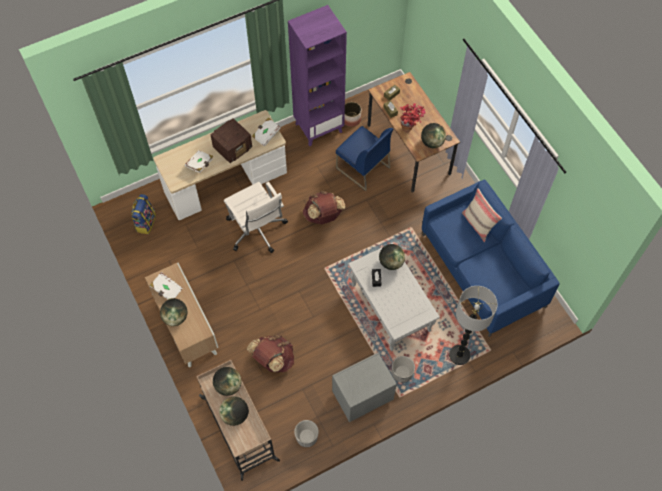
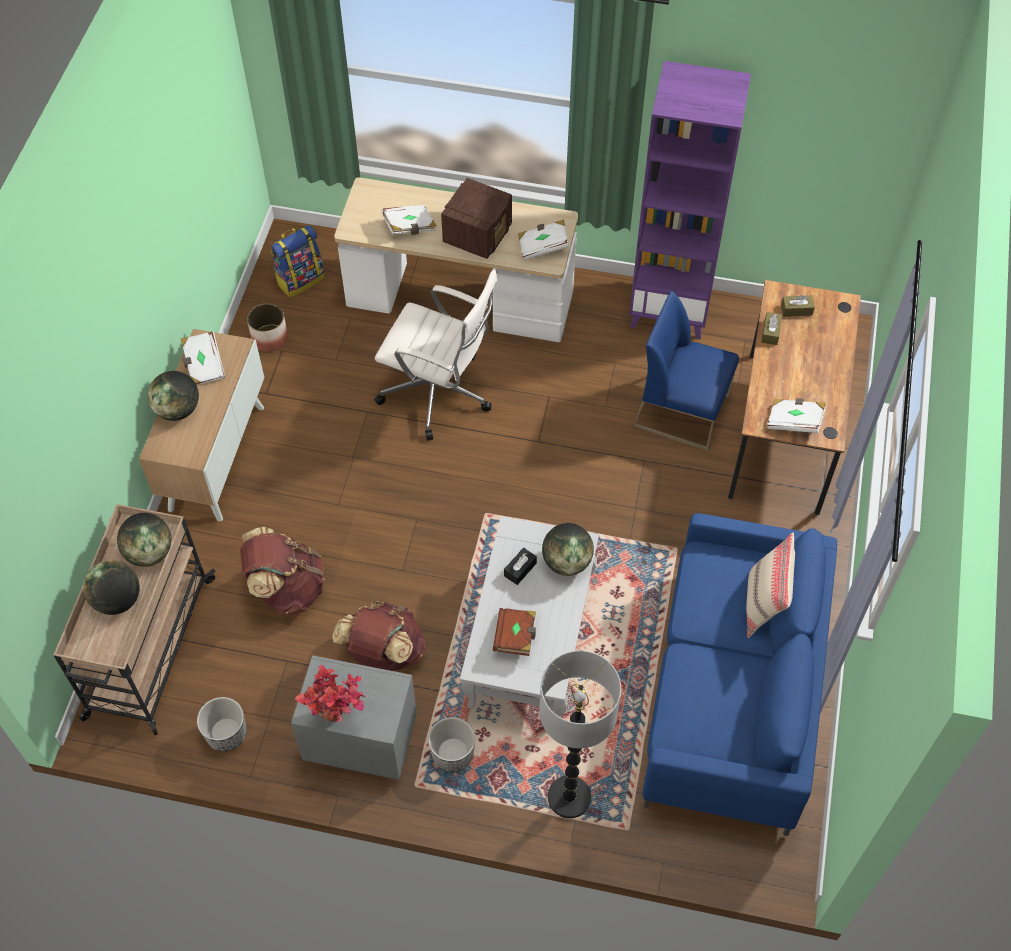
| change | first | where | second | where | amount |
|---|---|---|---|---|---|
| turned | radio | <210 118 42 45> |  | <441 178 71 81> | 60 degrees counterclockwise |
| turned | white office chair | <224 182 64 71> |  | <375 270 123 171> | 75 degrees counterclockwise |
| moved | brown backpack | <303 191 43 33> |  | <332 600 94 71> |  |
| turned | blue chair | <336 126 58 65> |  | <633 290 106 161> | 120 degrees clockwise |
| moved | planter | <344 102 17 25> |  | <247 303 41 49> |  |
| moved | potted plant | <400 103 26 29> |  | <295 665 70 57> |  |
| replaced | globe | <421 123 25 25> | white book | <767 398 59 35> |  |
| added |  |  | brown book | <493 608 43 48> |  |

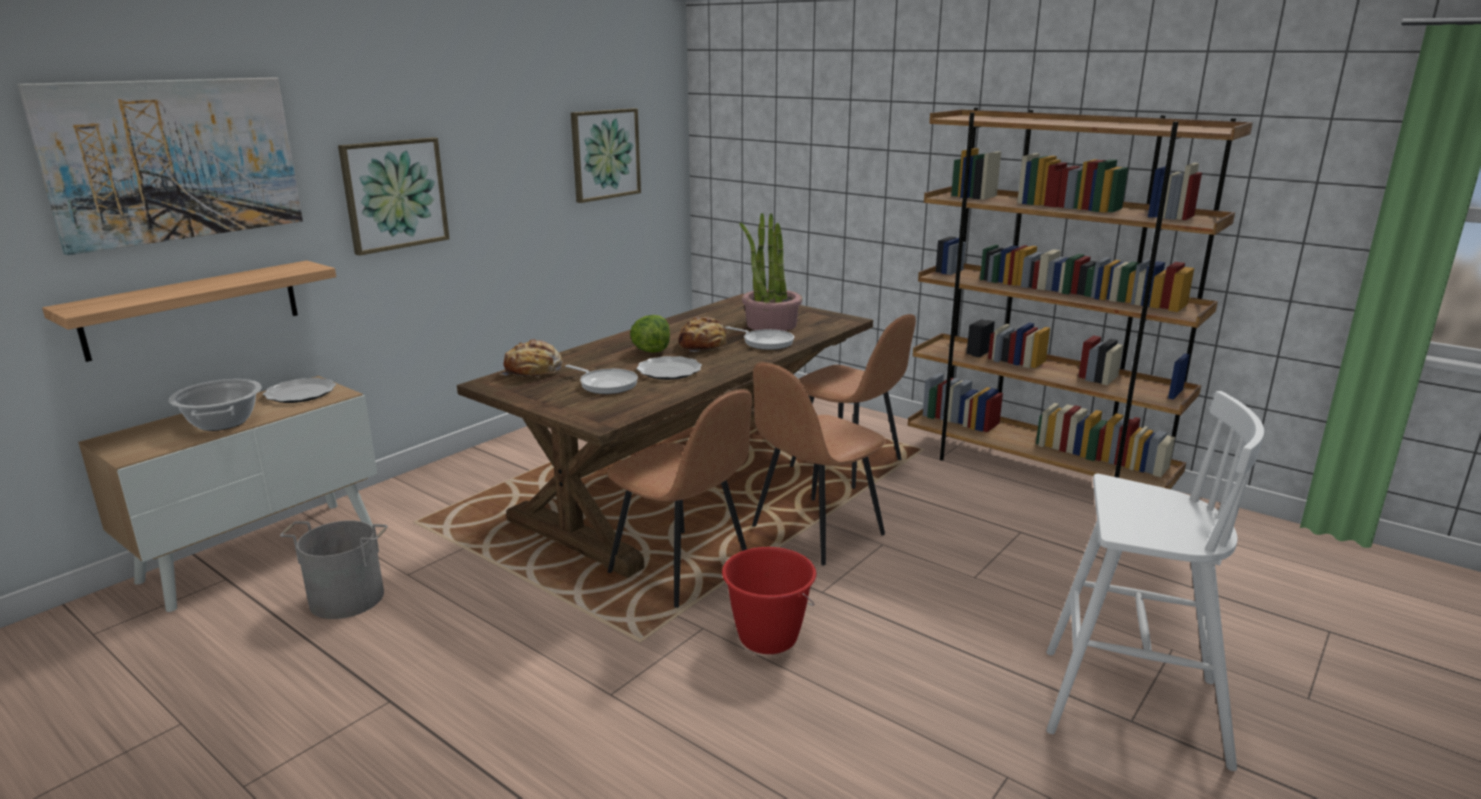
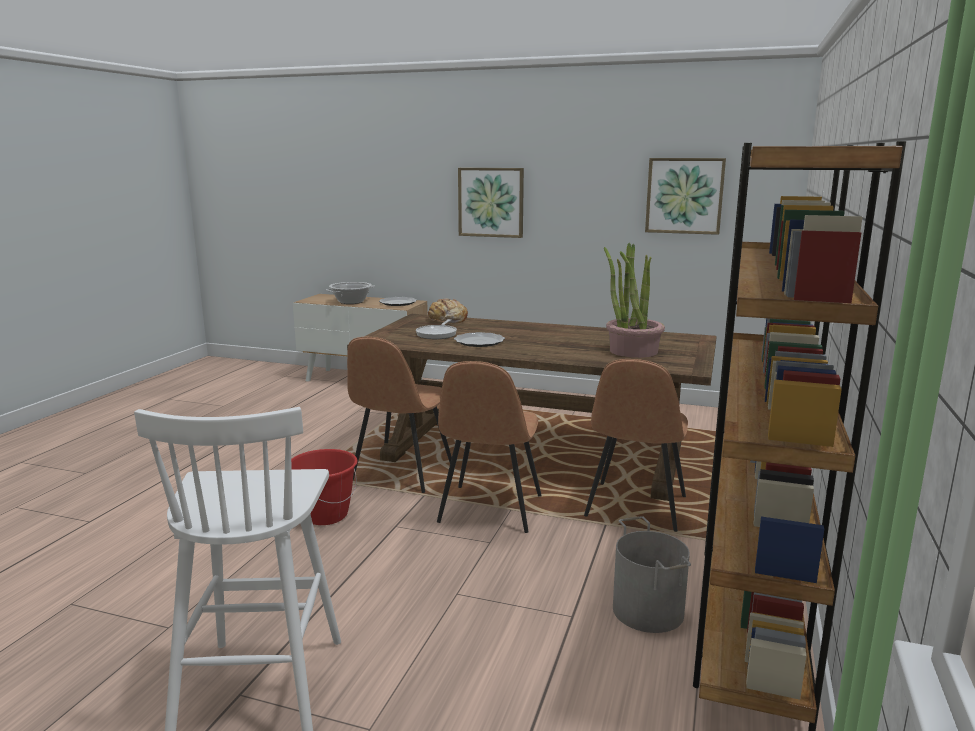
| change | first | where | second | where | amount |
|---|---|---|---|---|---|
| removed | picture | <18 77 285 178> |  |  |  |
| removed | shelf | <42 260 294 102> |  |  |  |
| moved | grey bucket | <280 520 108 99> |  | <613 516 78 117> |  |
| removed | lettuce | <630 315 40 38> |  |  |  |
| removed | bread | <679 317 48 35> |  |  |  |
| removed | frying pan | <725 326 69 24> |  |  |  |
| turned | brown chair | <752 362 134 203> |  | <437 361 105 172> | 105 degrees counterclockwise |

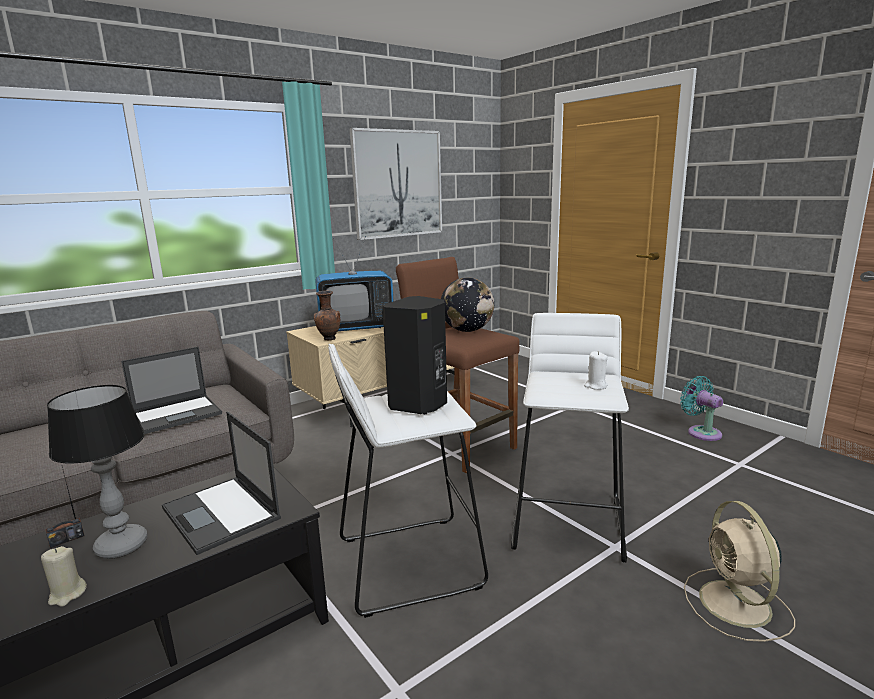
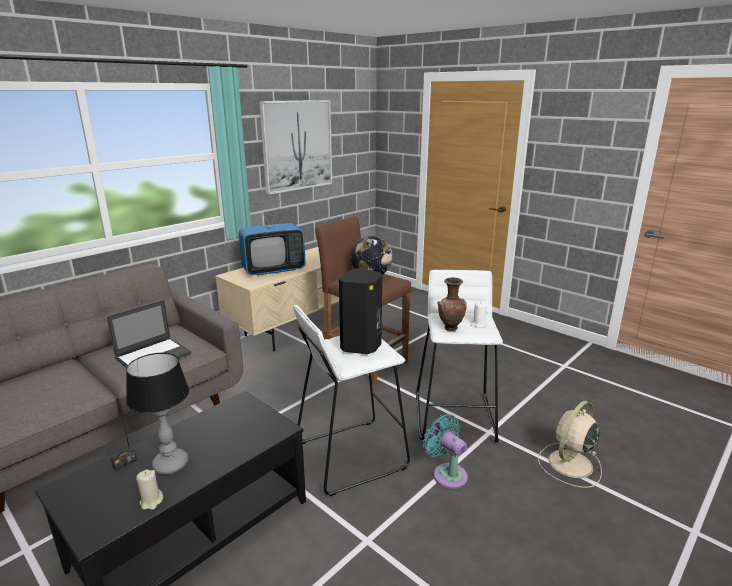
| change | first | where | second | where | amount |
|---|---|---|---|---|---|
| removed | laptop | <162 412 119 143> |  |  |  |
| moved | brown vase | <314 291 26 49> |  | <437 277 30 54> |  |
| moved | turquoise fan | <680 376 43 65> |  | <423 414 45 75> |  |
| turned | beige fan | <684 501 111 141> |  | <538 401 64 87> | 60 degrees clockwise |

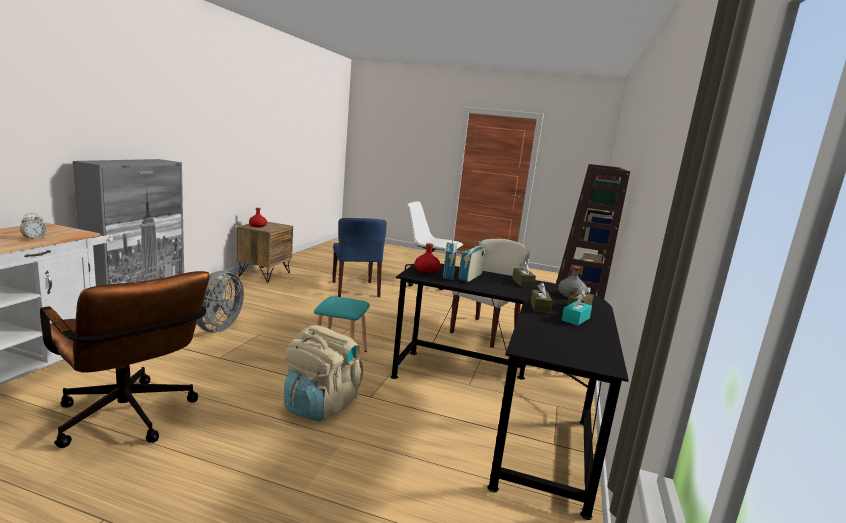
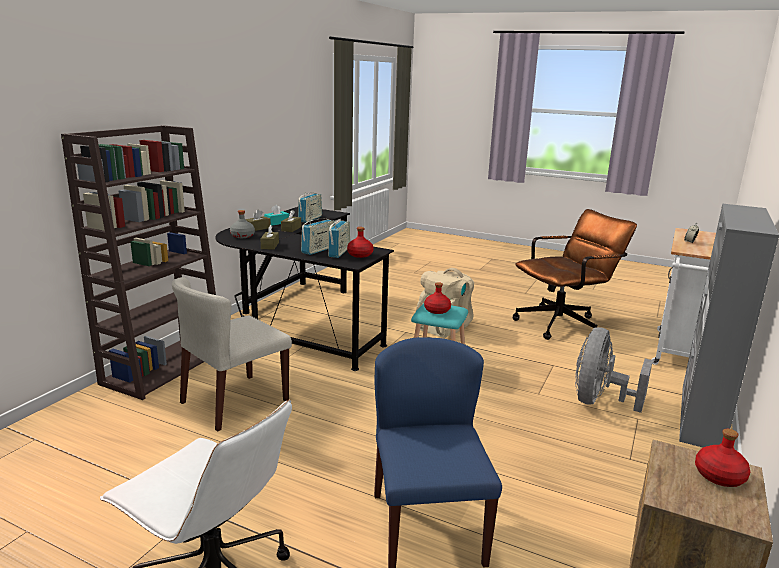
| change | first | where | second | where | amount |
|---|---|---|---|---|---|
| turned | brown office chair | <40 271 170 177> |  | <513 209 124 131> | 105 degrees clockwise |
| added |  |  | radio | <298 192 24 31> |  |
| added |  |  | red bottle | <424 282 27 32> |  |

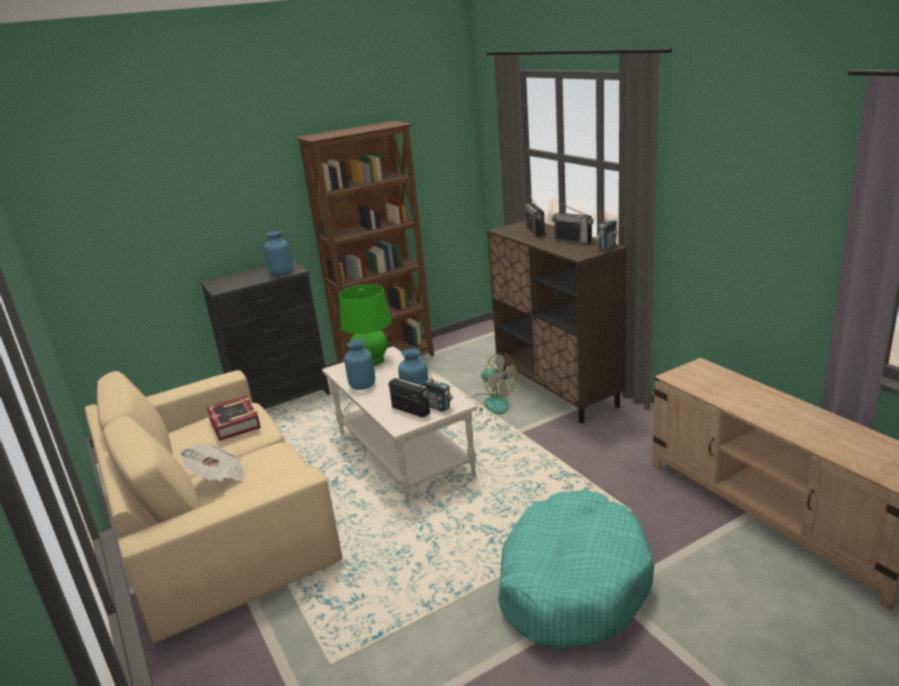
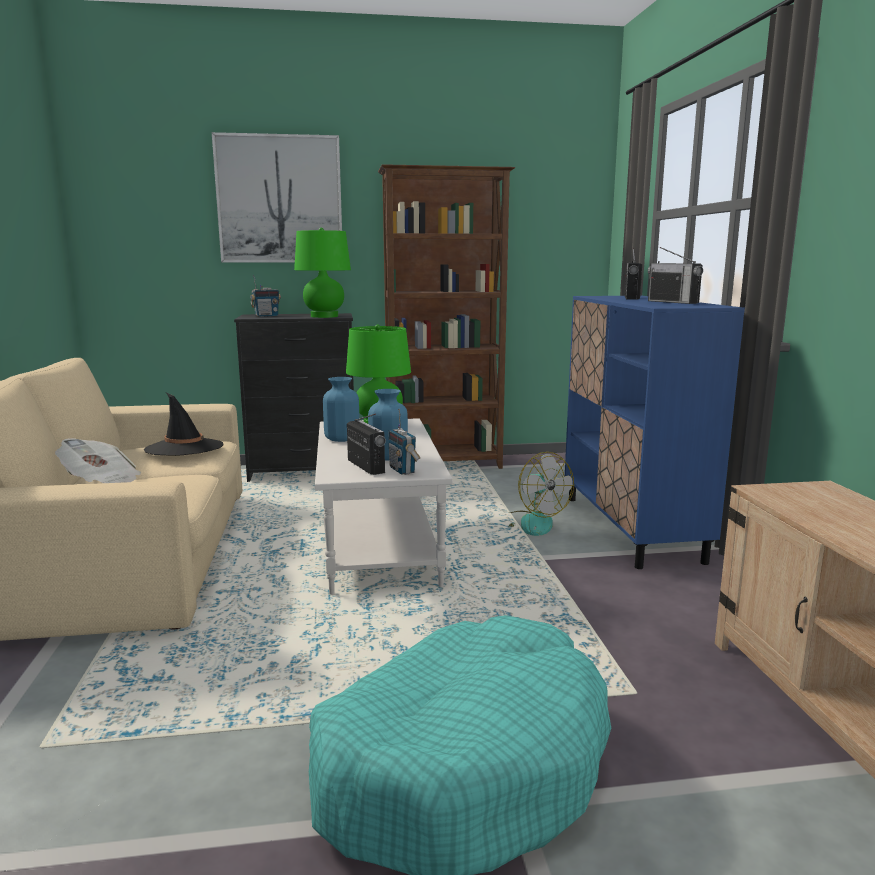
| change | first | where | second | where | amount |
|---|---|---|---|---|---|
| replaced | book | <206 395 55 46> | black hat | <144 393 79 63> |  |
| replaced | blue vase | <264 231 29 45> | green table lamp | <294 228 57 90> |  |
| recoloured | brown cabinet | <487 221 140 202> | blue cabinet | <565 296 180 273> |  |
| moved | radio | <595 211 23 39> |  | <250 275 31 42> |  |
| added |  |  | picture | <212 132 130 131> |  |

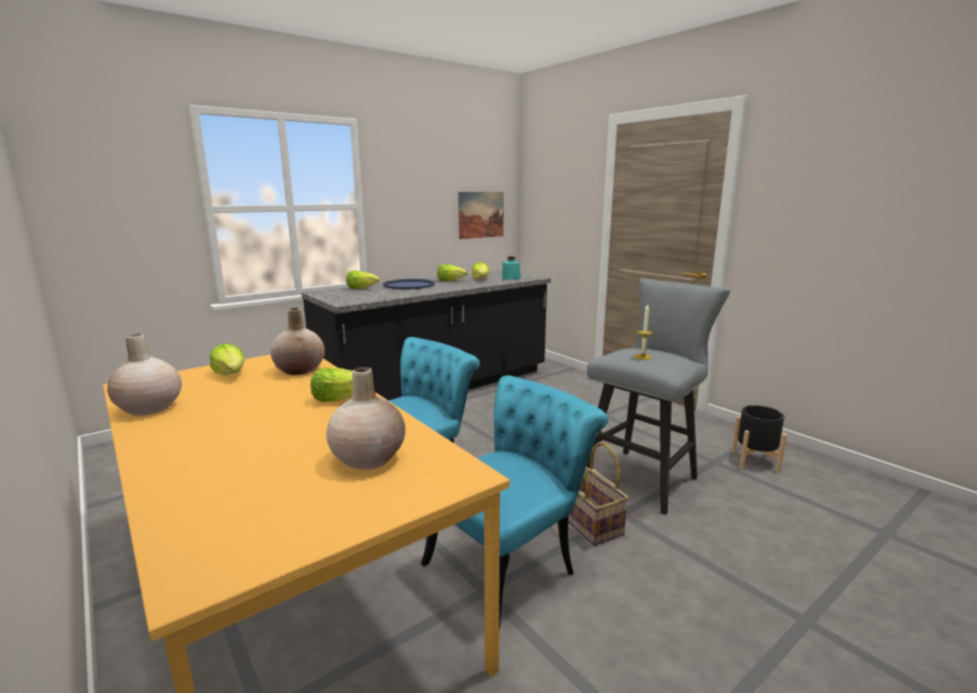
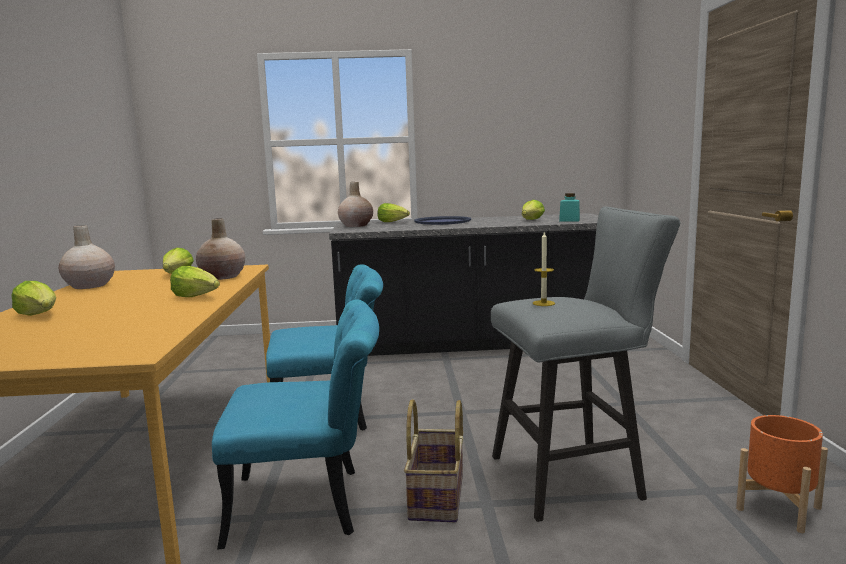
| change | first | where | second | where | amount |
|---|---|---|---|---|---|
| moved | beige vase | <326 367 79 102> |  | <338 182 35 45> |  |
| moved | lettuce | <437 264 30 17> |  | <11 281 45 35> |  |
| removed | picture | <458 192 46 47> |  |  |  |
| recoloured | black planter | <731 405 56 68> | orange planter | <736 415 92 118> |  |

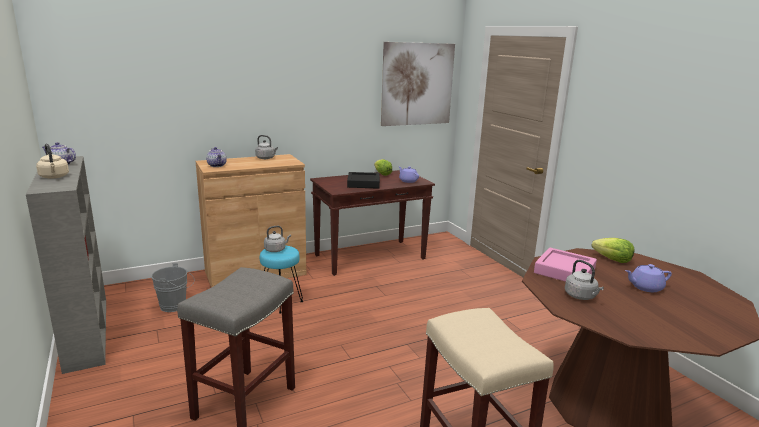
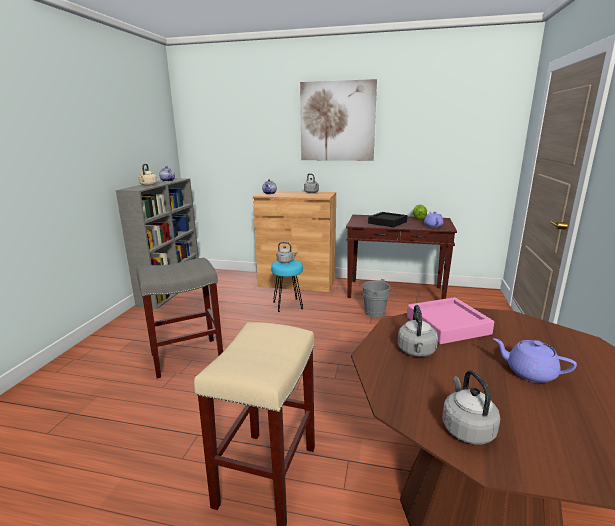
| change | first | where | second | where | amount |
|---|---|---|---|---|---|
| moved | grey bucket | <151 263 43 49> |  | <362 279 33 38> |  |
| moved | picture | <381 42 74 84> |  | <300 79 77 82> |  |
| removed | lettuce | <592 238 43 25> |  |  |  |
| added |  |  | grey kettle | <442 370 58 74> |  |

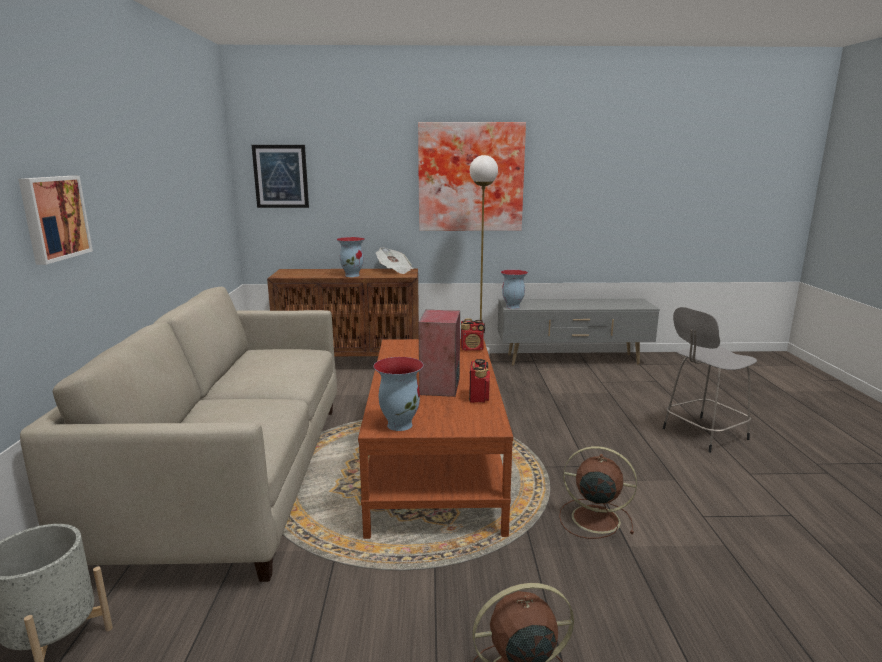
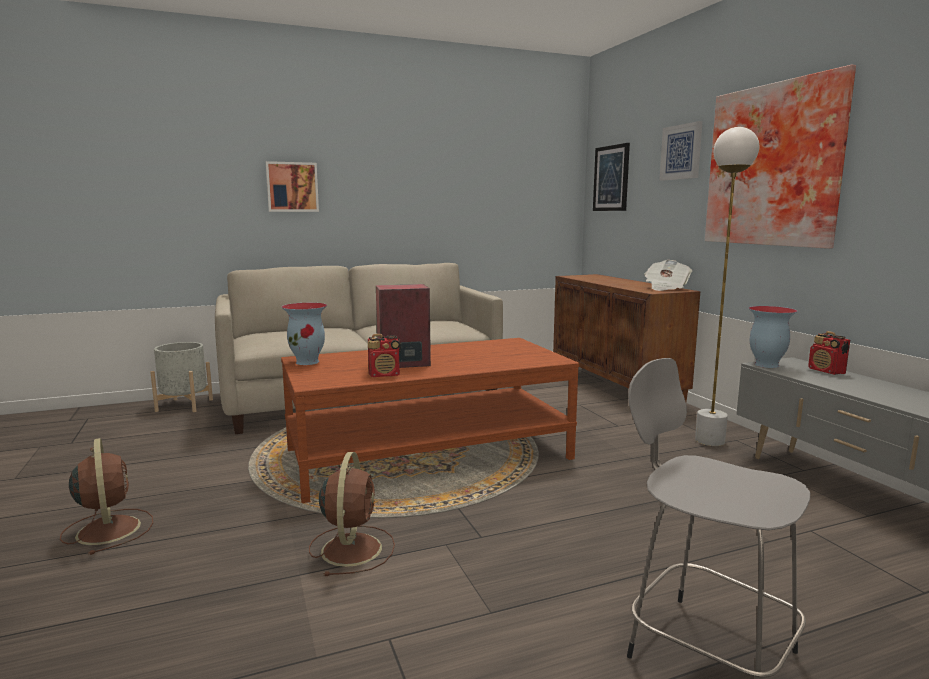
| change | first | where | second | where | amount |
|---|---|---|---|---|---|
| removed | vase | <337 237 28 40> |  |  |  |
| moved | radio | <461 318 24 33> |  | <808 331 42 44> |  |
| added |  |  | picture | <660 121 43 60> |  |

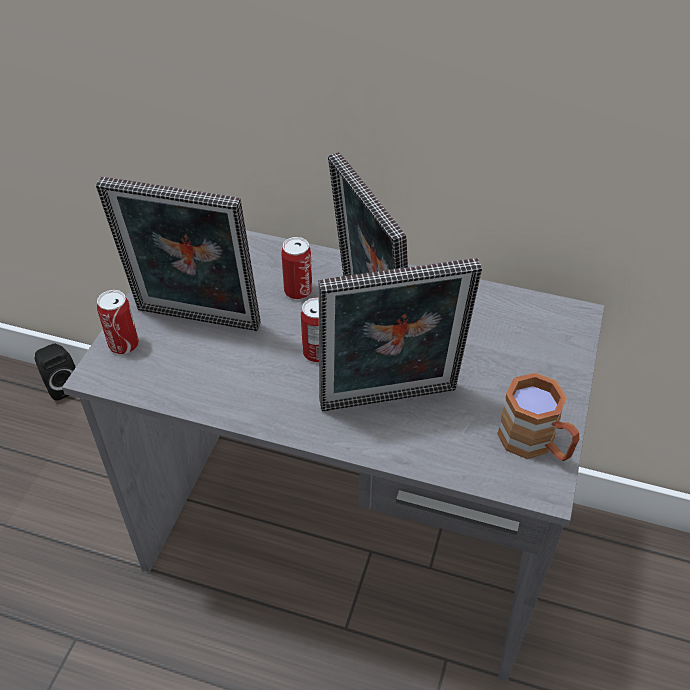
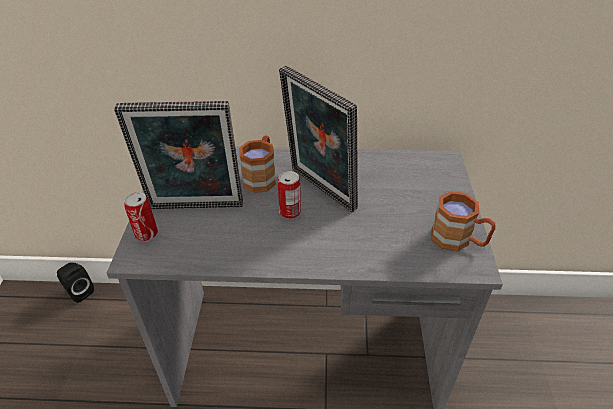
| change | first | where | second | where | amount |
|---|---|---|---|---|---|
| replaced | can | <281 237 31 63> | brown mug | <239 136 37 57> |  |
| removed | picture frame | <318 258 164 153> |  |  |  |

